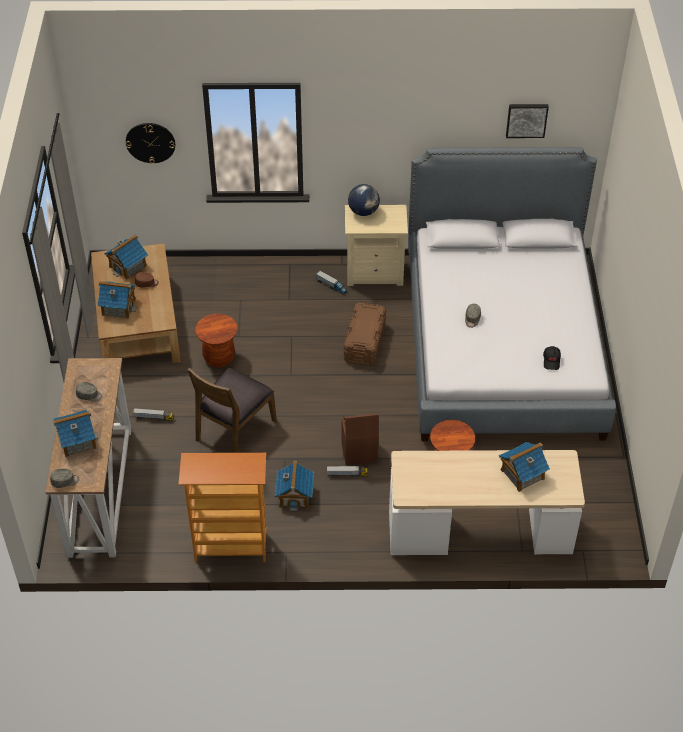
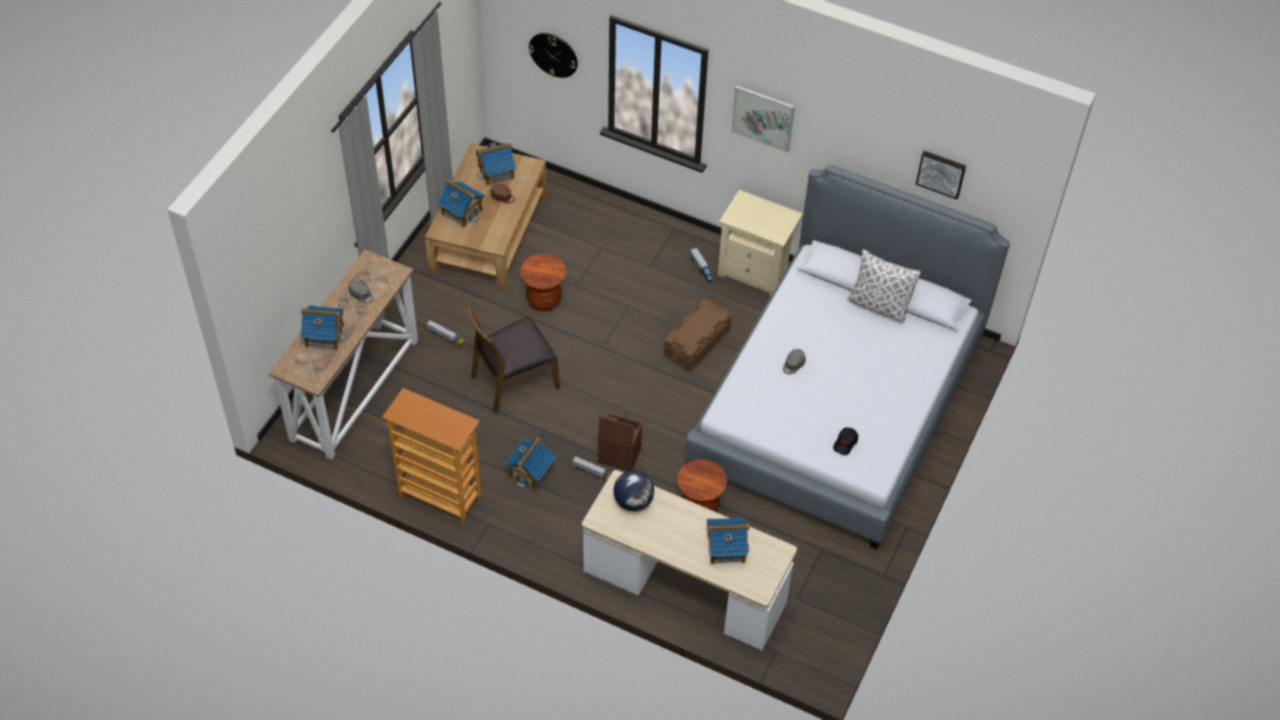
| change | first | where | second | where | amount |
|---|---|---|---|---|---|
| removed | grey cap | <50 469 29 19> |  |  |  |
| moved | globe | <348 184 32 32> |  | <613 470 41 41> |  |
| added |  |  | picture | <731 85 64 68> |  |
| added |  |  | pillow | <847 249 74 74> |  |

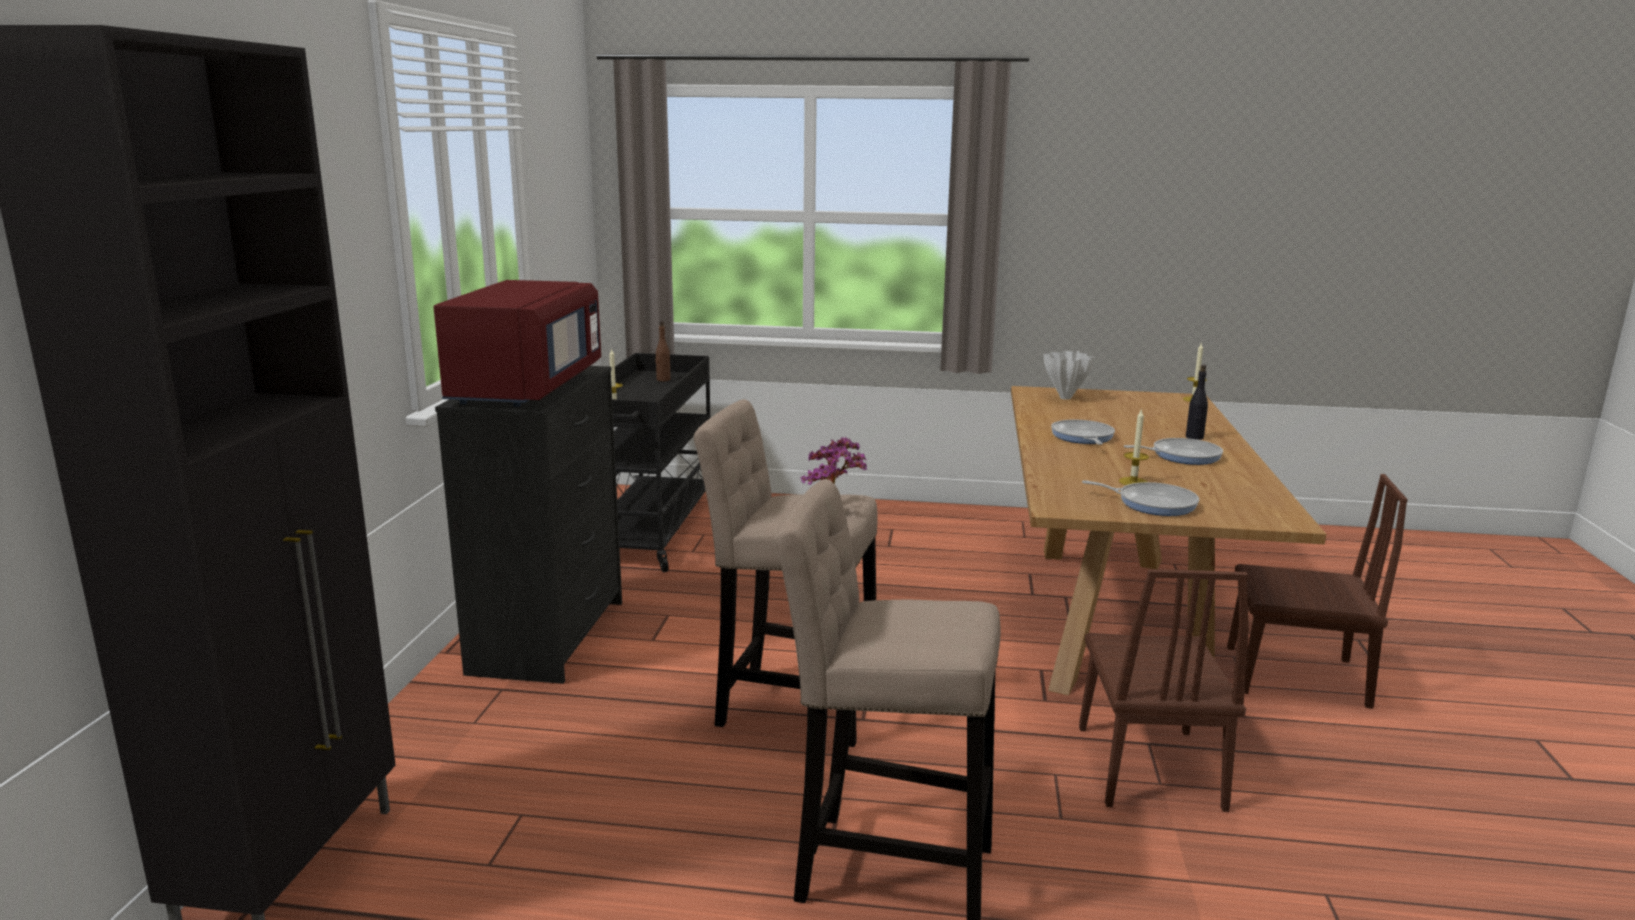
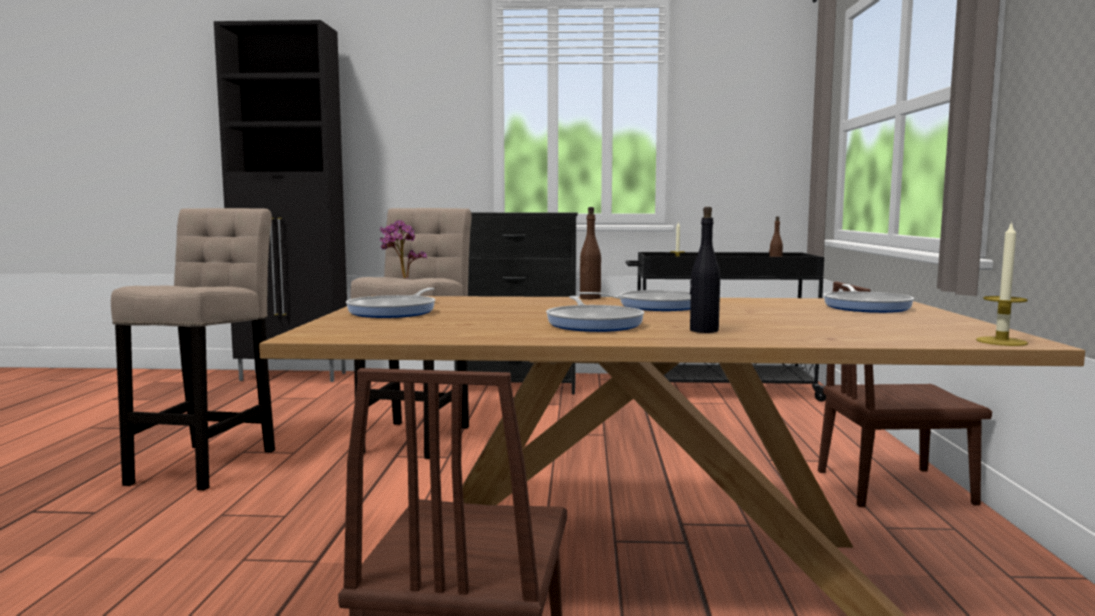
| change | first | where | second | where | amount |
|---|---|---|---|---|---|
| removed | red microwave | <434 280 167 127> |  |  |  |
| replaced | white vase | <1044 351 50 49> | frying pan | <823 284 91 29> |  |
| moved | brown chair | <1079 569 170 243> |  | <818 282 174 225> |  |
| removed | candle | <1119 408 30 77> |  |  |  |
| added |  |  | brown bottle | <580 207 21 92> |  |

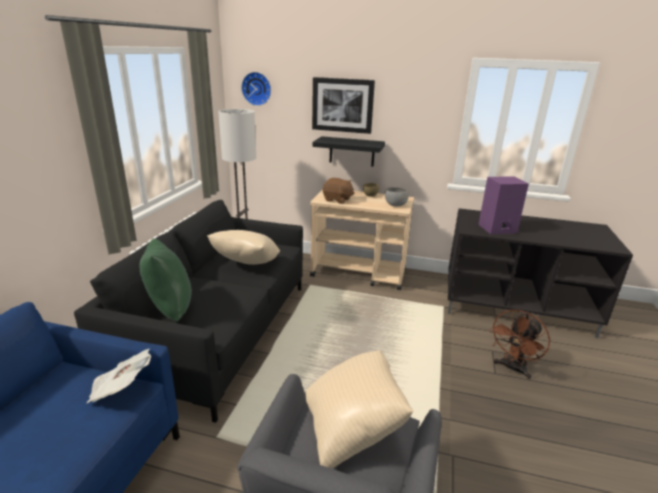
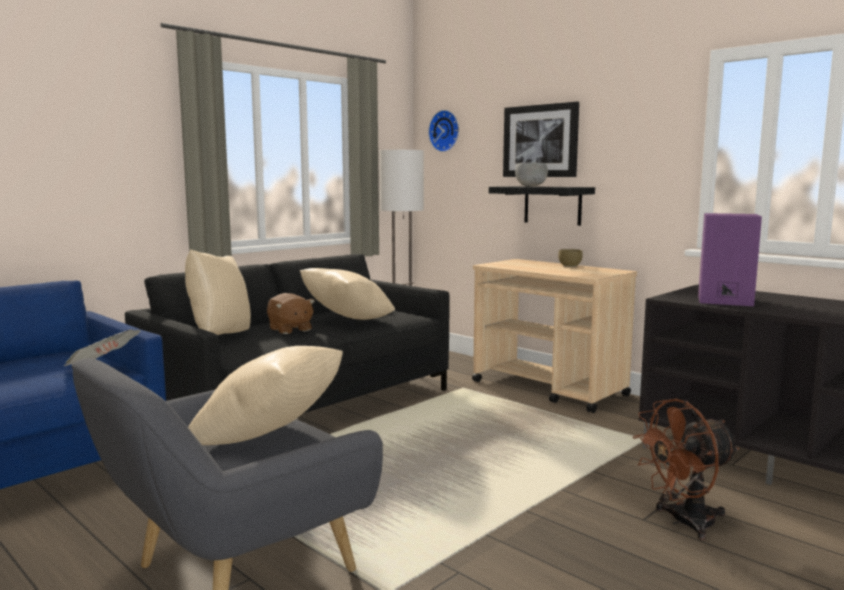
| change | first | where | second | where | amount |
|---|---|---|---|---|---|
| recoloured | green pillow | <140 239 52 82> | beige pillow | <185 249 66 86> |  |
| moved | brown plush toy | <323 178 31 26> |  | <267 293 48 41> |  |
| moved | grey bowl | <385 187 24 20> |  | <515 162 33 25> |  |

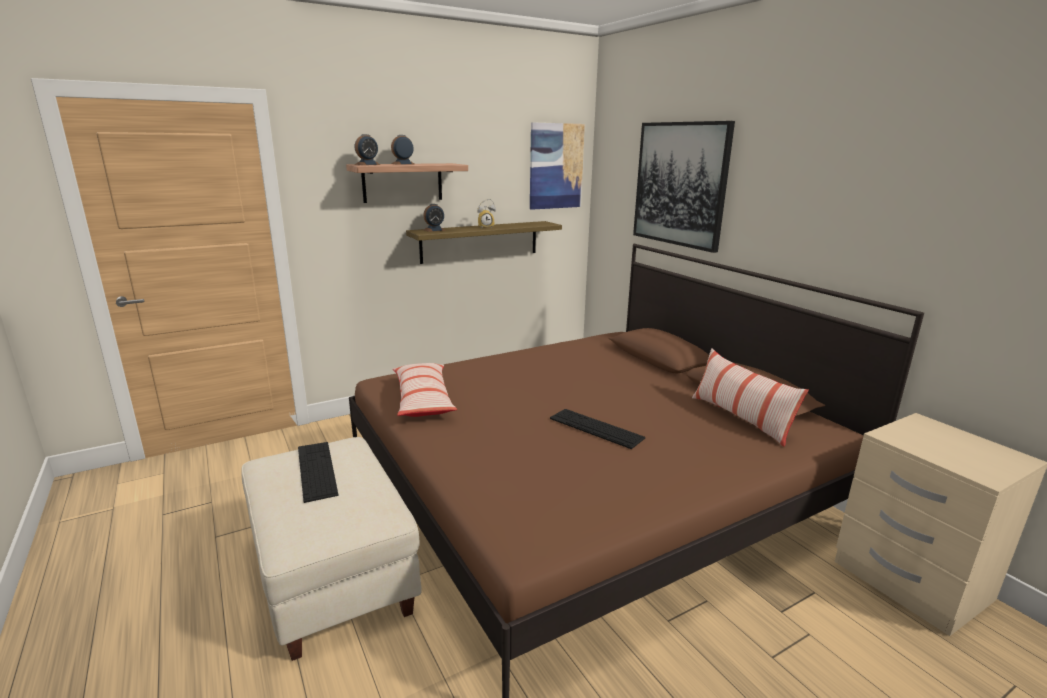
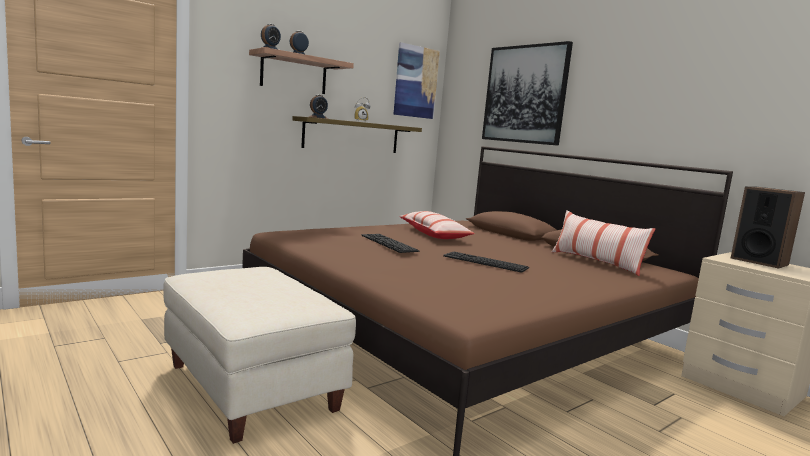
| change | first | where | second | where | amount |
|---|---|---|---|---|---|
| moved | keyboard | <298 442 40 61> |  | <362 234 57 19> |  |
| moved | pillow | <393 363 64 54> |  | <399 211 76 28> |  |
| added |  |  | speaker | <731 186 74 83> |  |

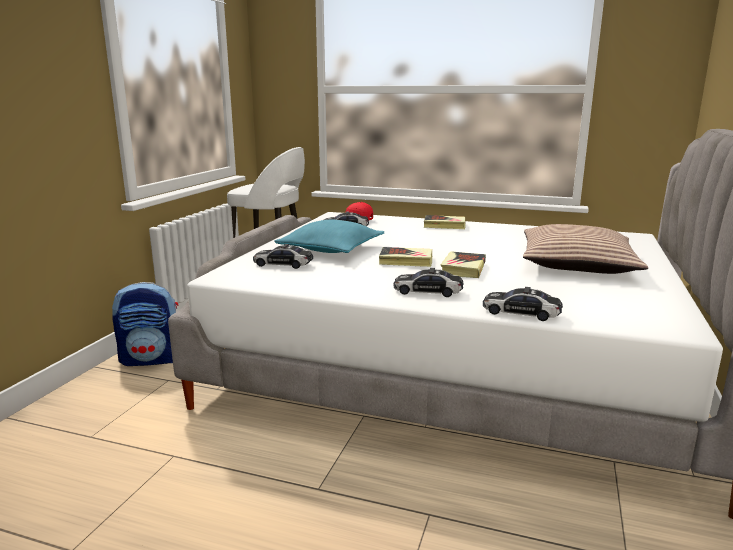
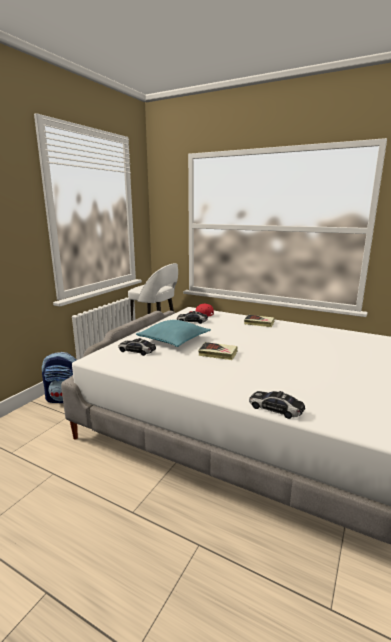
| change | first | where | second | where | amount |
|---|---|---|---|---|---|
| removed | toy car | <393 268 70 29> |  |  |  |
| removed | book | <441 251 45 27> |  |  |  |
| removed | pillow | <523 224 125 50> |  |  |  |

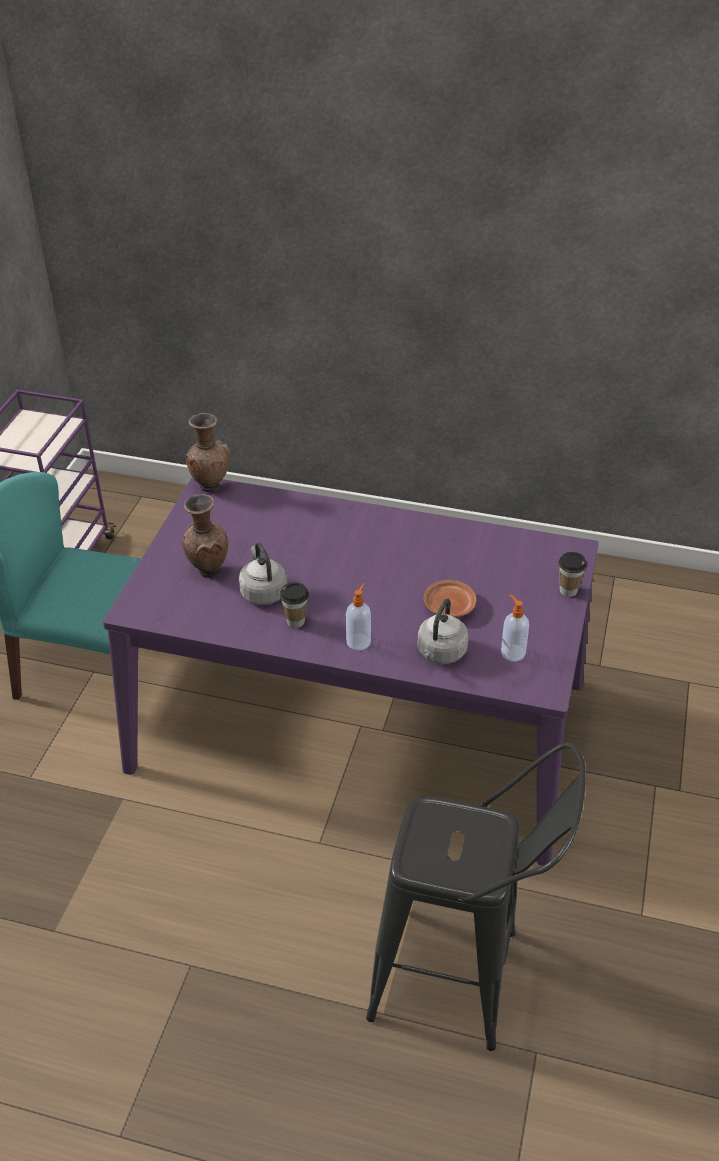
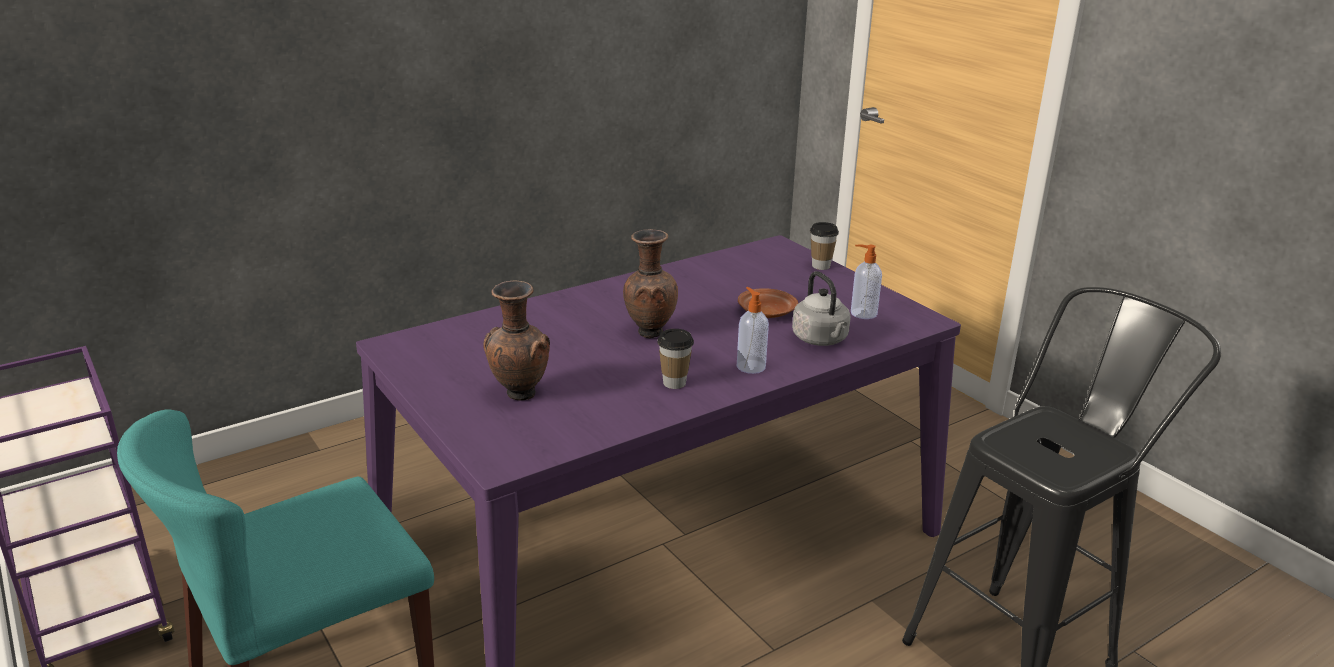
| change | first | where | second | where | amount |
|---|---|---|---|---|---|
| moved | brown vase | <185 413 45 79> |  | <623 229 55 109> |  |
| removed | grey kettle | <239 543 48 62> |  |  |  |

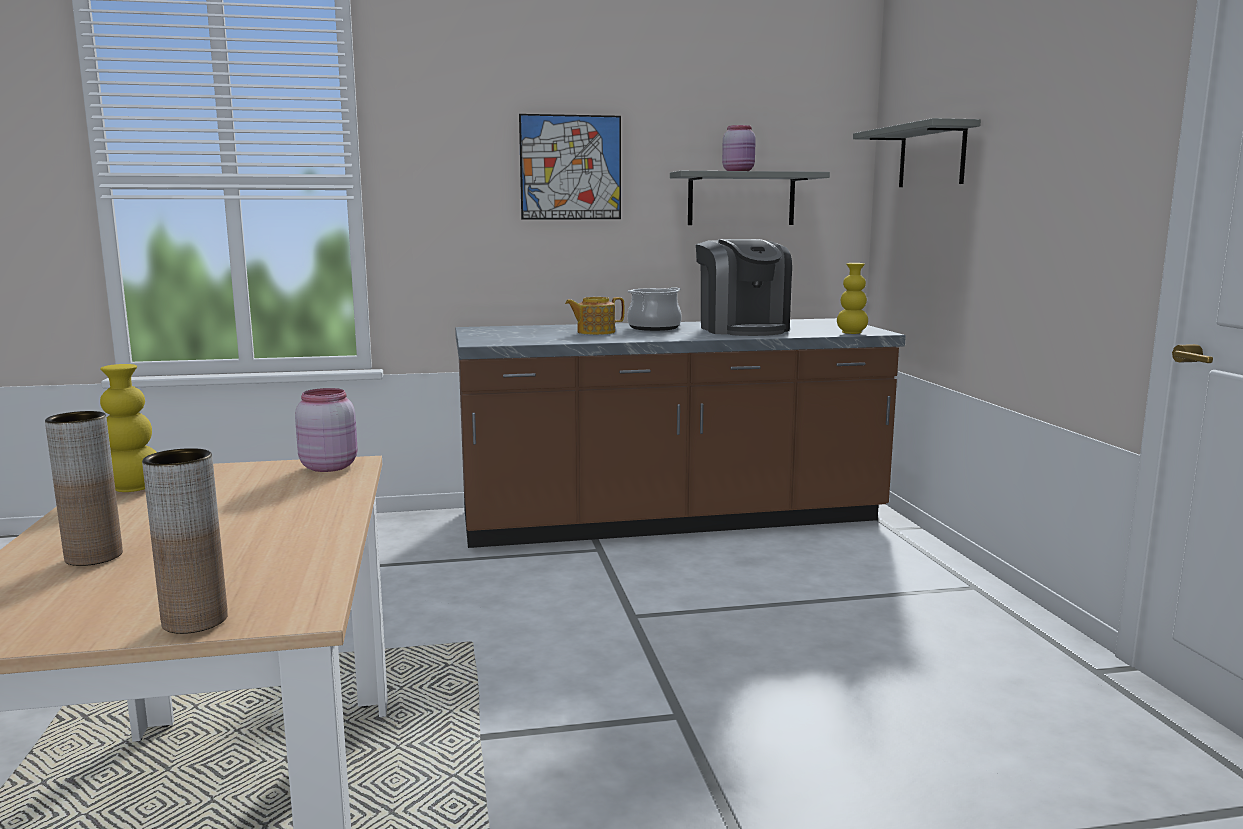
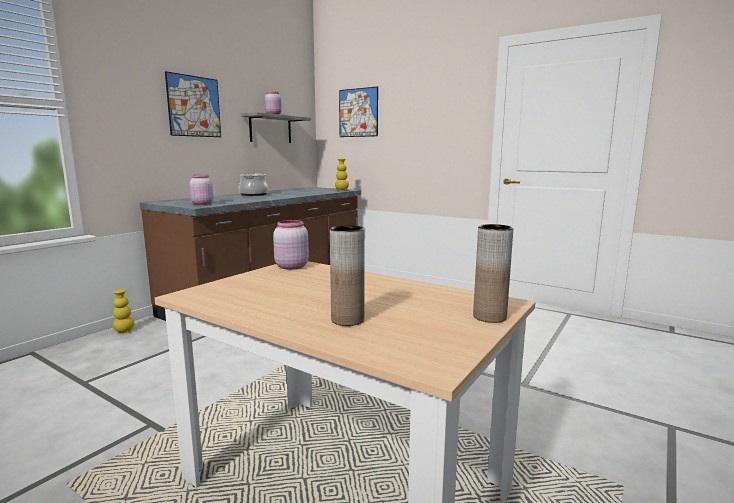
| change | first | where | second | where | amount |
|---|---|---|---|---|---|
| moved | yellow vase | <100 364 57 128> |  | <113 289 21 44> |  |
| removed | teapot | <565 297 60 38> |  |  |  |
| removed | coffee machine | <696 239 96 97> |  |  |  |
| replaced | grey shelf | <853 118 128 69> | picture | <339 86 39 51> |  |
| added |  |  | pink jar | <190 175 23 30> |  |

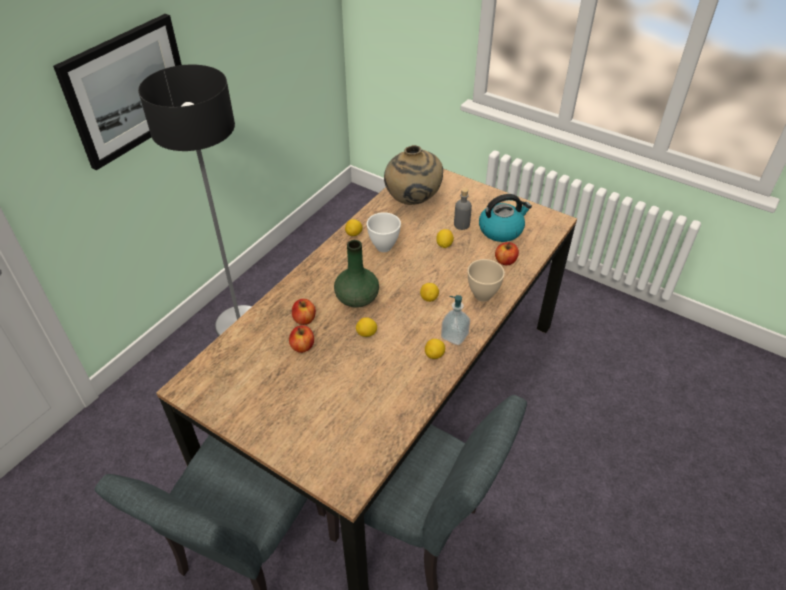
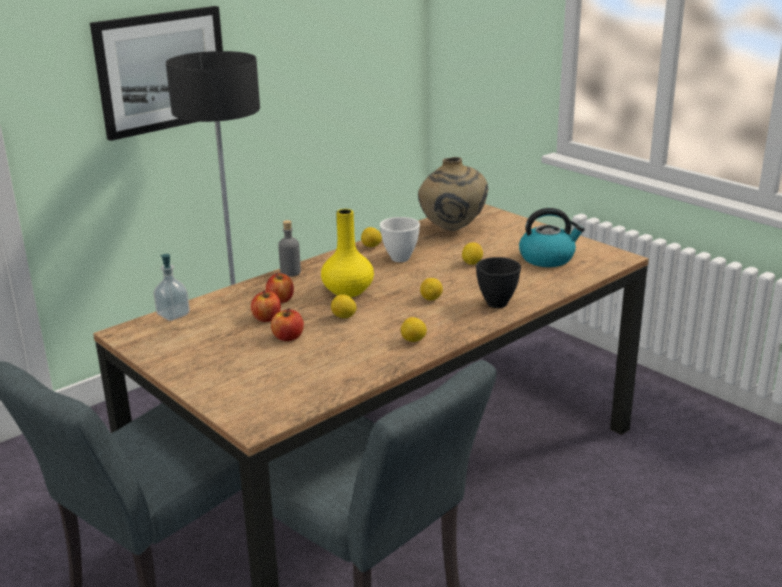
| change | first | where | second | where | amount |
|---|---|---|---|---|---|
| recoloured | green vase | <334 240 45 68> | yellow vase | <321 209 53 88> |  |
| moved | soap dispenser | <441 295 29 50> |  | <153 254 37 67> |  |
| moved | grey bottle | <454 188 18 42> |  | <278 220 23 57> |  |
| recoloured | beige bowl | <467 259 38 43> | black bowl | <476 257 45 51> |  |
| moved | apple | <495 242 24 23> |  | <271 308 33 33> |  |

